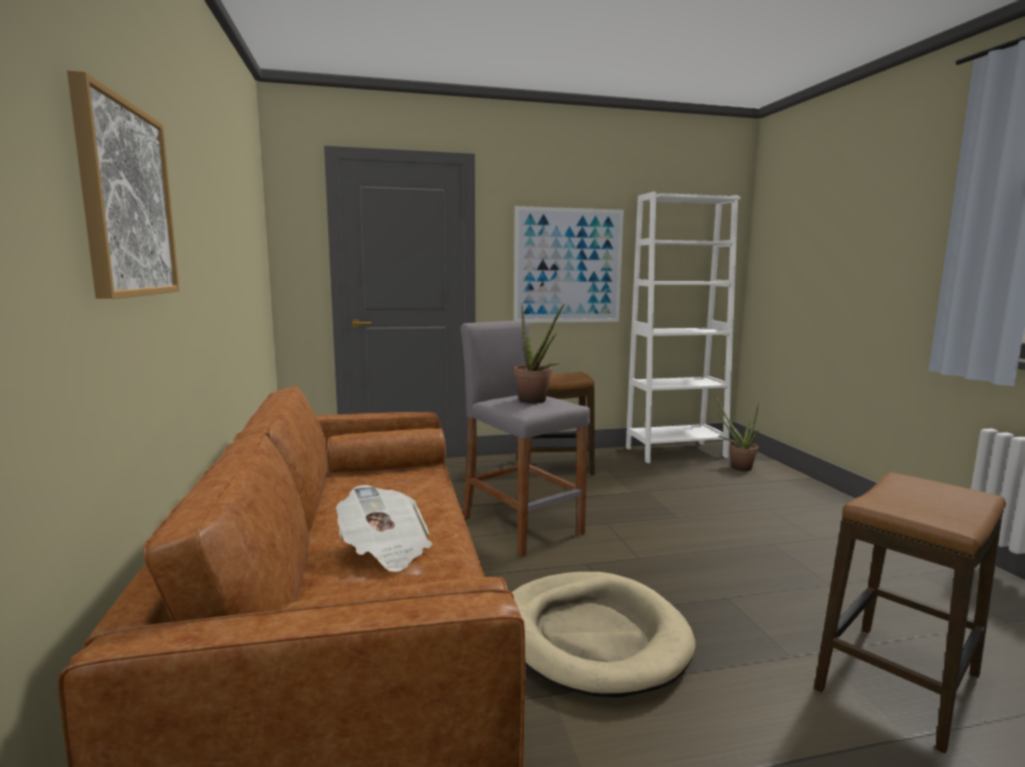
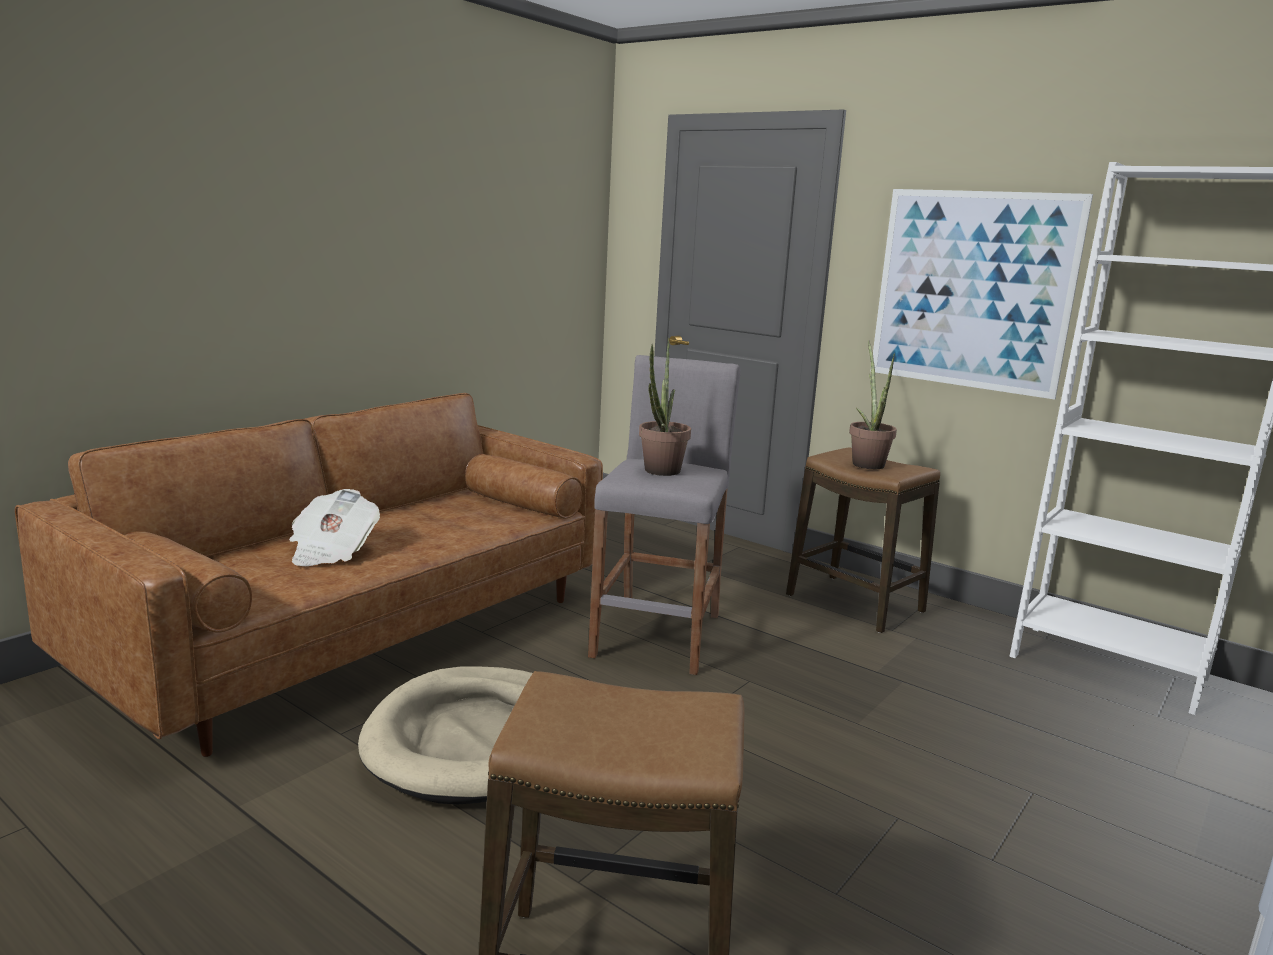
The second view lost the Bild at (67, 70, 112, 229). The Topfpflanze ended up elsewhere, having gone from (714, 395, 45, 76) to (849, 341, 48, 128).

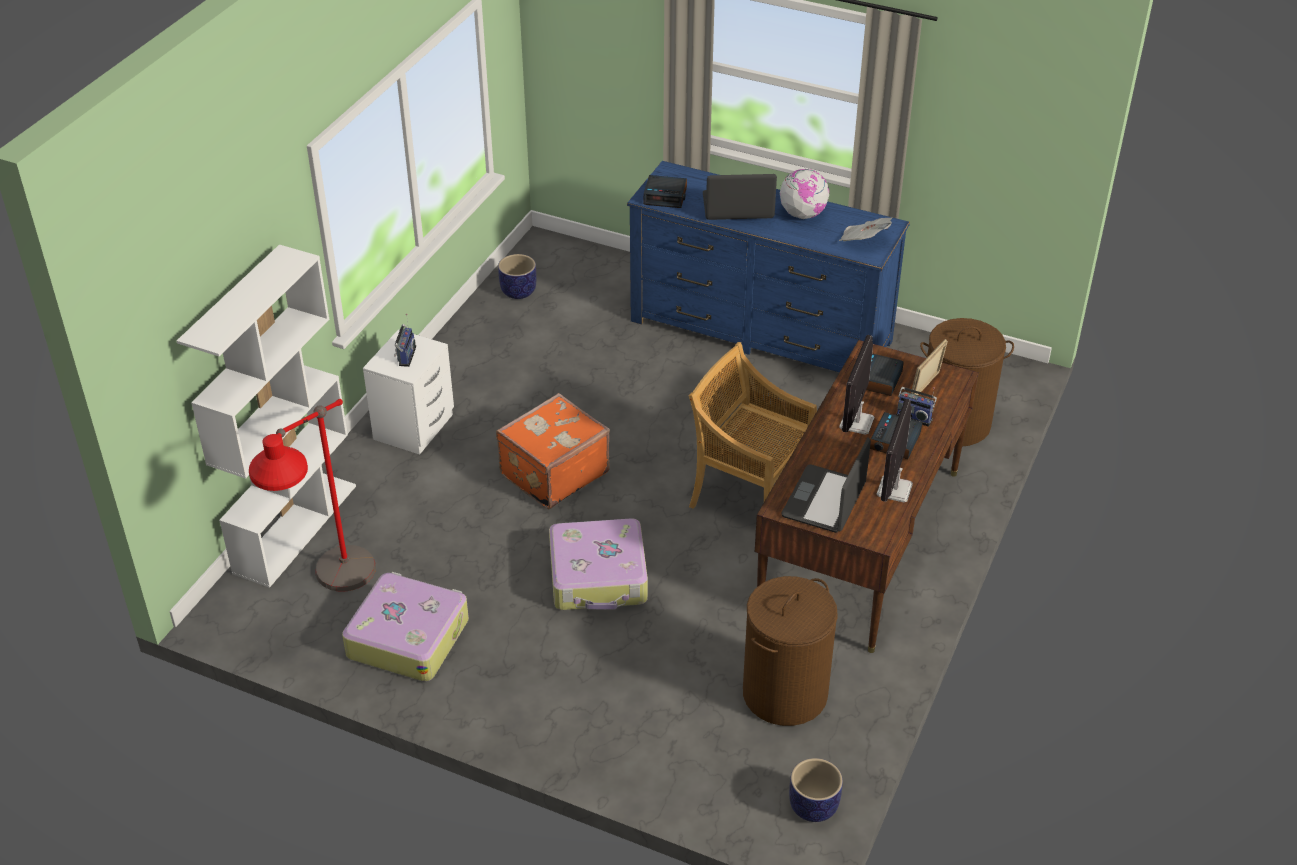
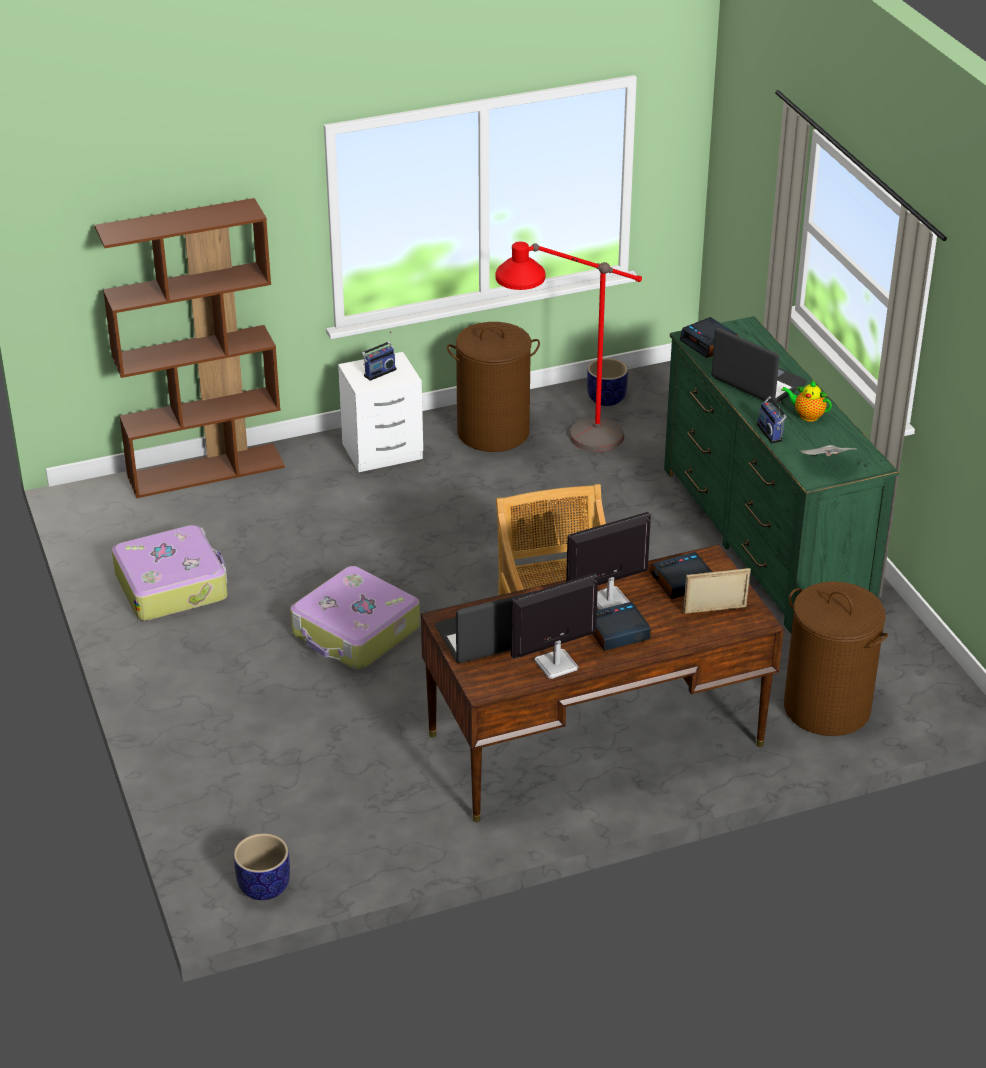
What was the Kommode (blau) at (627, 161, 283, 211) turned into the Kommode (grün) at (664, 316, 235, 317). Where the Globus stood at (780, 169, 49, 50), the Teekanne came to stand at (781, 380, 51, 42). What was the Bücherregal (weiß) at (177, 245, 179, 343) turned into the Bücherregal (braun) at (95, 198, 190, 300). The Radio ended up elsewhere, having gone from (896, 387, 41, 40) to (757, 396, 30, 47). The second view lost the Koffer (orange) at (496, 393, 114, 116). The Stehlampe (rot) ended up elsewhere, having gone from (249, 399, 127, 193) to (495, 241, 147, 211). The Wäschekorb (braun) ended up elsewhere, having gone from (743, 576, 95, 150) to (447, 322, 93, 130).

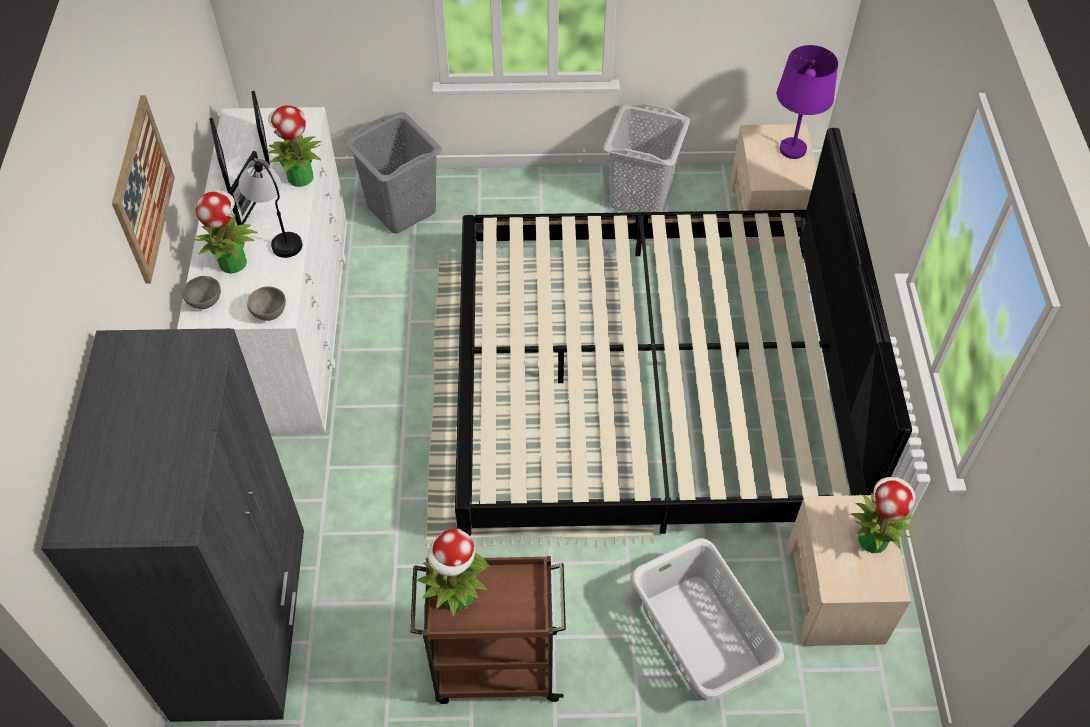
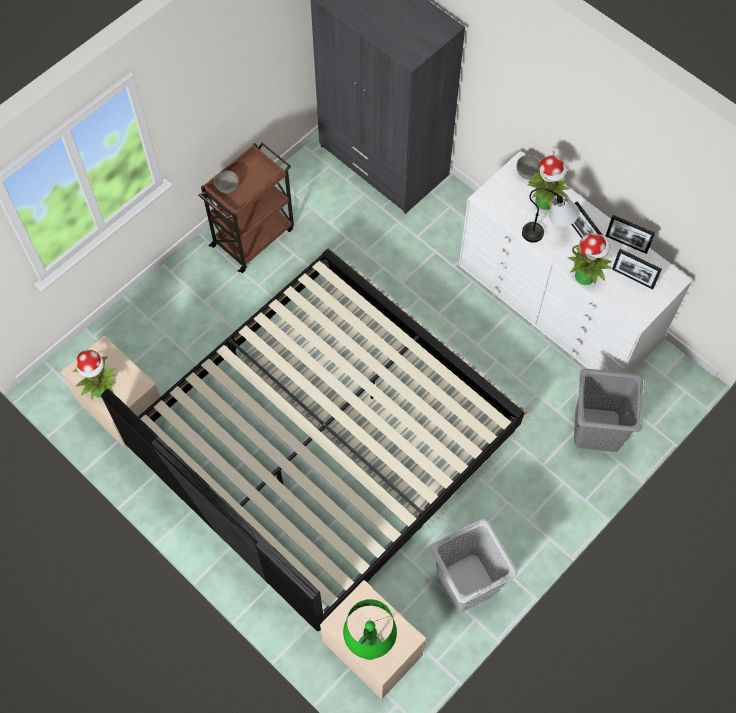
What was the Tischlampe (lila) at (777, 45, 61, 114) turned into the Tischlampe (grün) at (343, 599, 54, 61). The second view lost the Bild at (112, 95, 63, 189). The Schüssel (grau) ended up elsewhere, having gone from (247, 286, 39, 35) to (214, 171, 25, 23). The second view lost the Topfpflanze at (417, 529, 73, 87). The second view lost the Wäschekorb (grau) at (631, 538, 153, 163).

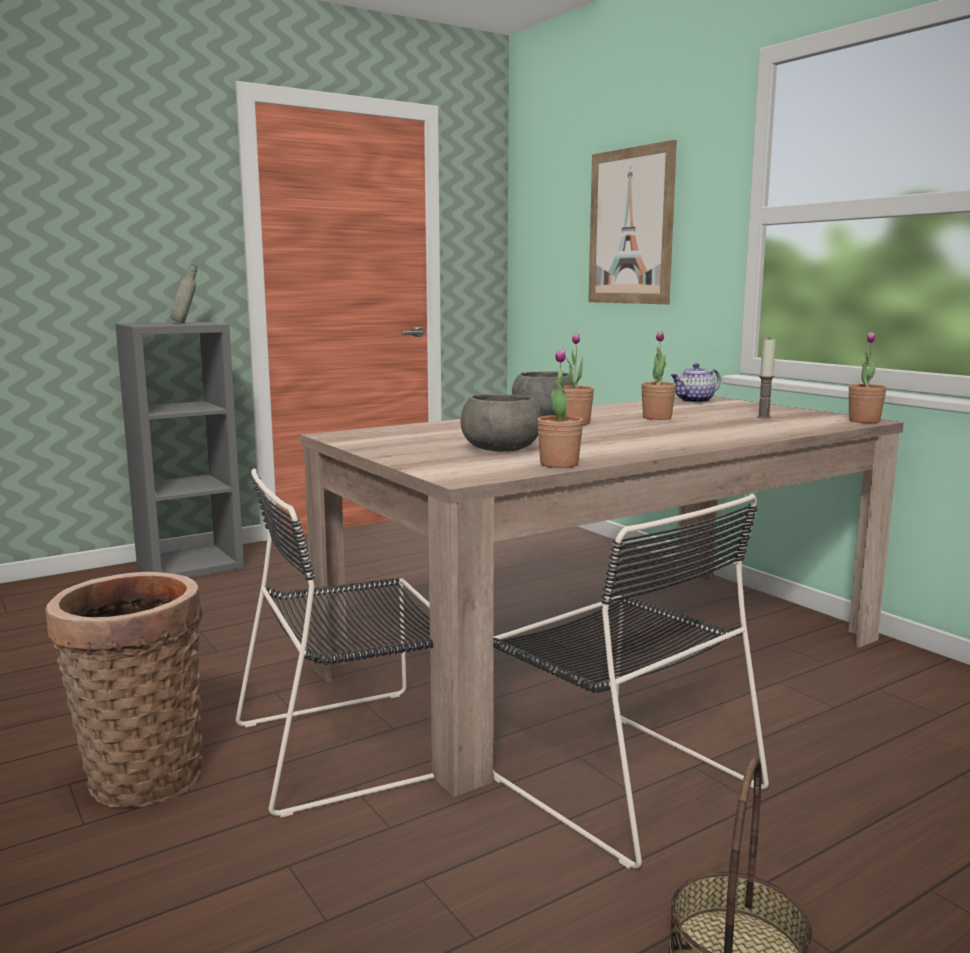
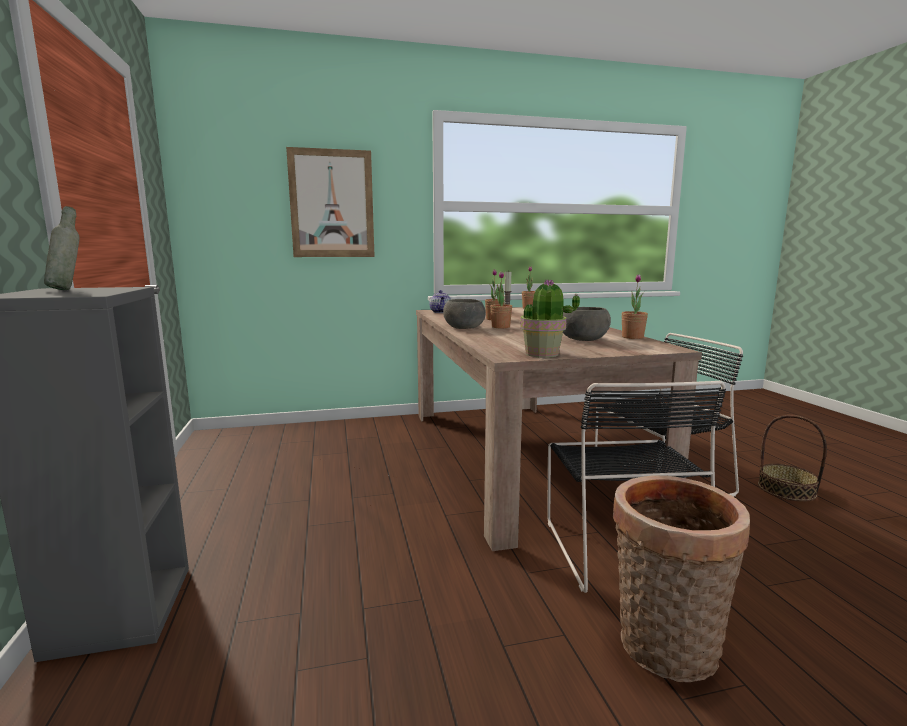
The second view gained the Topfpflanze at (520, 279, 60, 79).

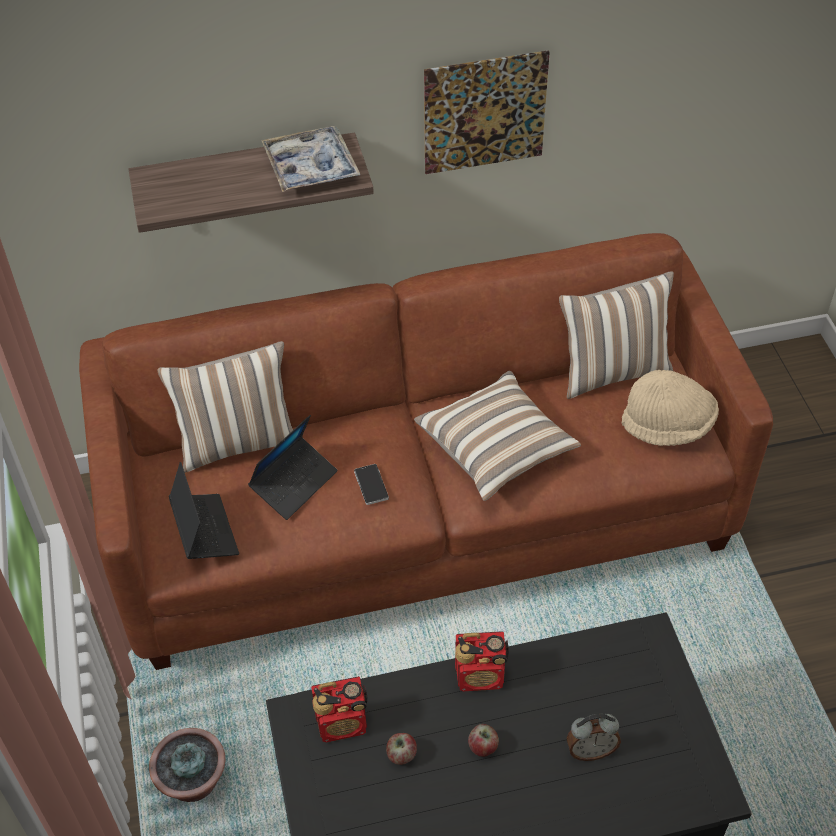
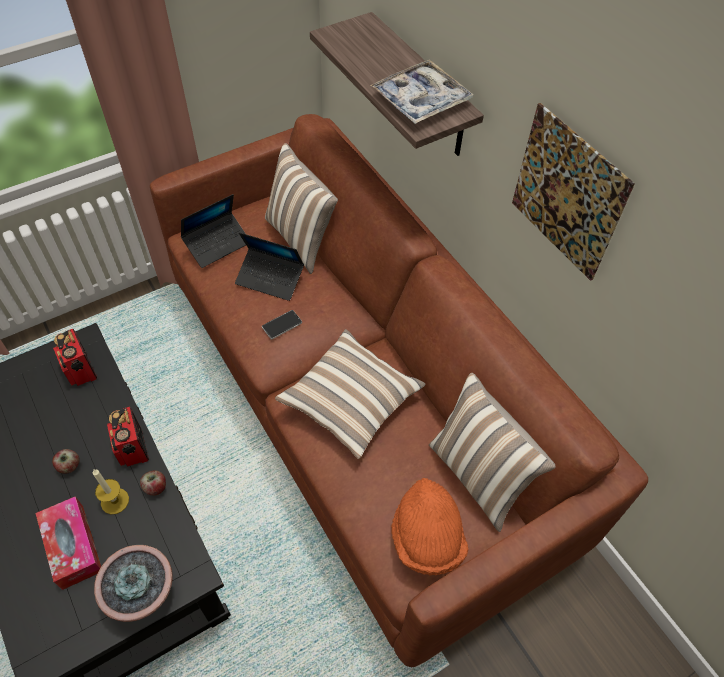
What was the Hut (beige) at (622, 370, 97, 76) turned into the Hut (orange) at (391, 478, 77, 98). Where the Wecker stood at (566, 714, 55, 47), the Taschentuchbox came to stand at (36, 496, 65, 94). The Topfpflanze ended up elsewhere, having gone from (149, 728, 76, 74) to (94, 545, 79, 77). The Apfel ended up elsewhere, having gone from (386, 733, 31, 32) to (140, 470, 26, 26). The second view gained the Kerze at (93, 469, 36, 45).

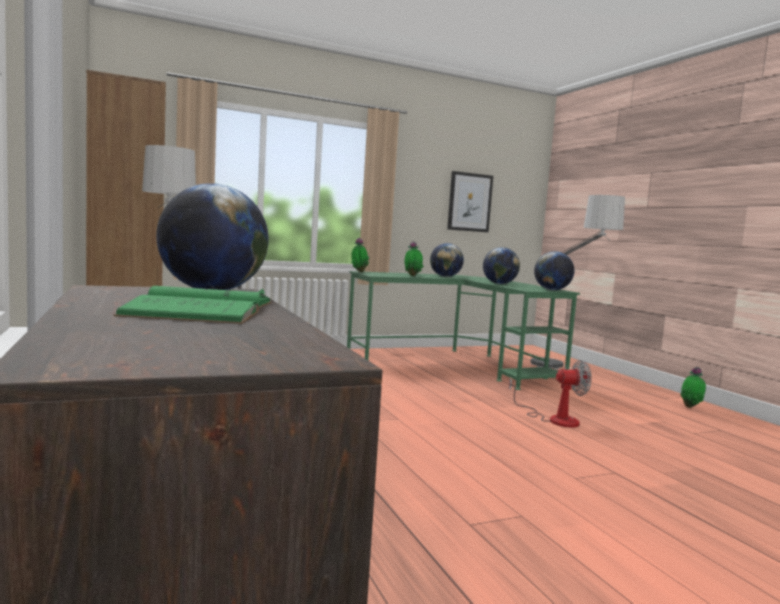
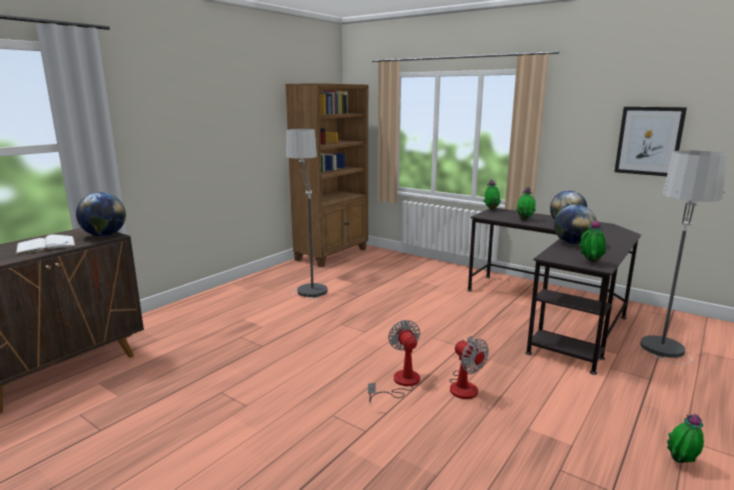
Where the Globus stood at (534, 251, 41, 39), the Topfpflanze came to stand at (579, 220, 27, 43). What was the Schreibtisch (grün) at (347, 271, 233, 119) turned into the Schreibtisch (schwarz) at (467, 208, 174, 167). What was the Buch (grün) at (113, 286, 159, 38) turned into the Buch (weiß) at (15, 235, 61, 20). The second view gained the Ventilator at (368, 320, 52, 83).

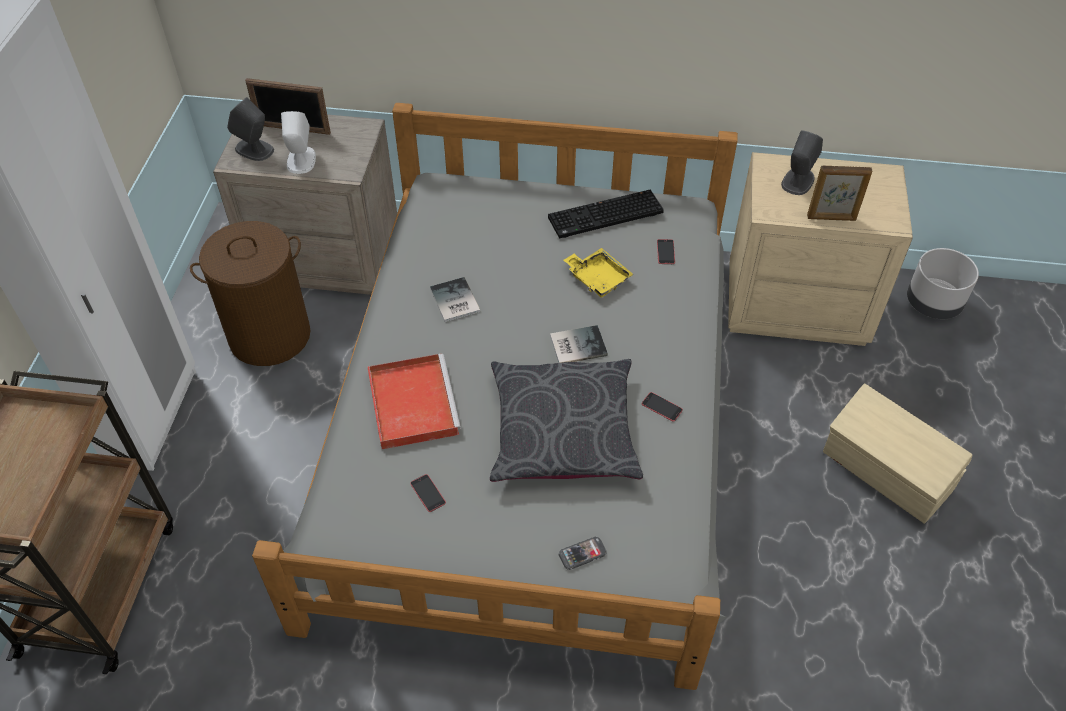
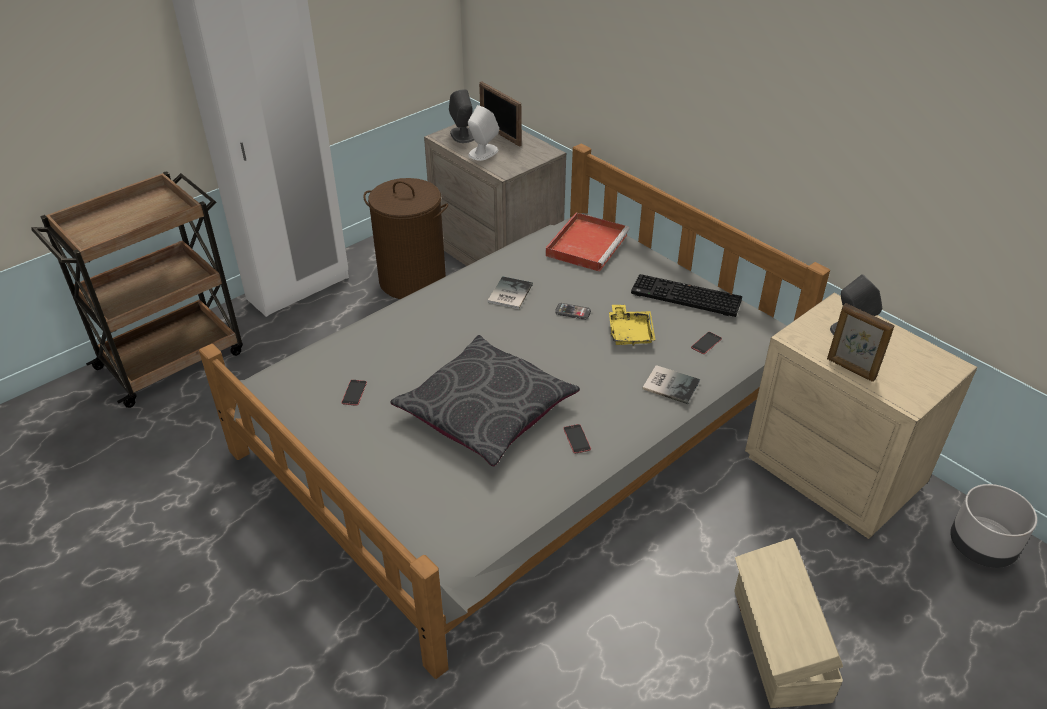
The Buch ended up elsewhere, having gone from (550, 325, 58, 38) to (642, 365, 58, 39). The Tablett (rot) ended up elsewhere, having gone from (368, 354, 93, 95) to (546, 213, 84, 59). The Handy ended up elsewhere, having gone from (559, 537, 48, 33) to (555, 303, 36, 17).

